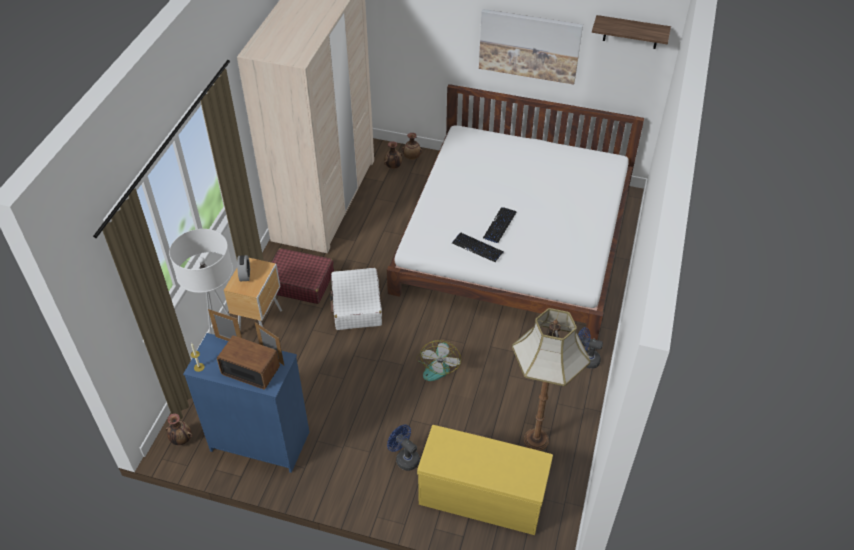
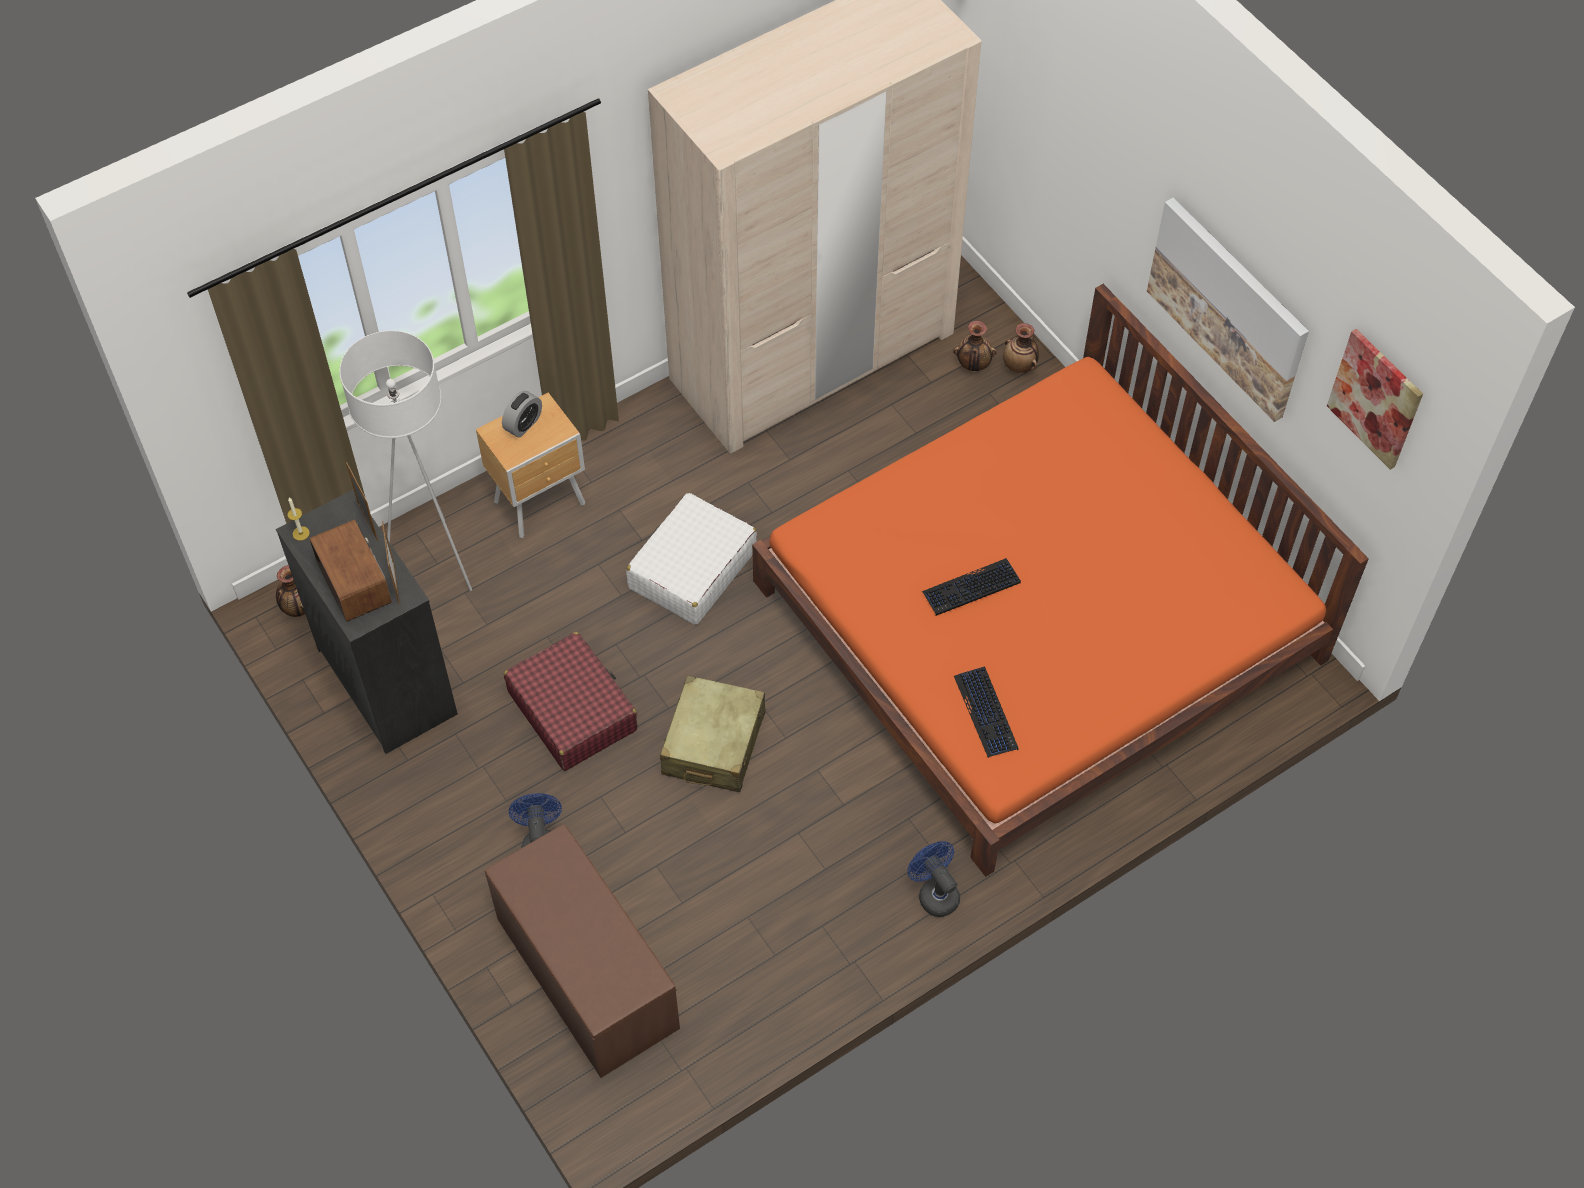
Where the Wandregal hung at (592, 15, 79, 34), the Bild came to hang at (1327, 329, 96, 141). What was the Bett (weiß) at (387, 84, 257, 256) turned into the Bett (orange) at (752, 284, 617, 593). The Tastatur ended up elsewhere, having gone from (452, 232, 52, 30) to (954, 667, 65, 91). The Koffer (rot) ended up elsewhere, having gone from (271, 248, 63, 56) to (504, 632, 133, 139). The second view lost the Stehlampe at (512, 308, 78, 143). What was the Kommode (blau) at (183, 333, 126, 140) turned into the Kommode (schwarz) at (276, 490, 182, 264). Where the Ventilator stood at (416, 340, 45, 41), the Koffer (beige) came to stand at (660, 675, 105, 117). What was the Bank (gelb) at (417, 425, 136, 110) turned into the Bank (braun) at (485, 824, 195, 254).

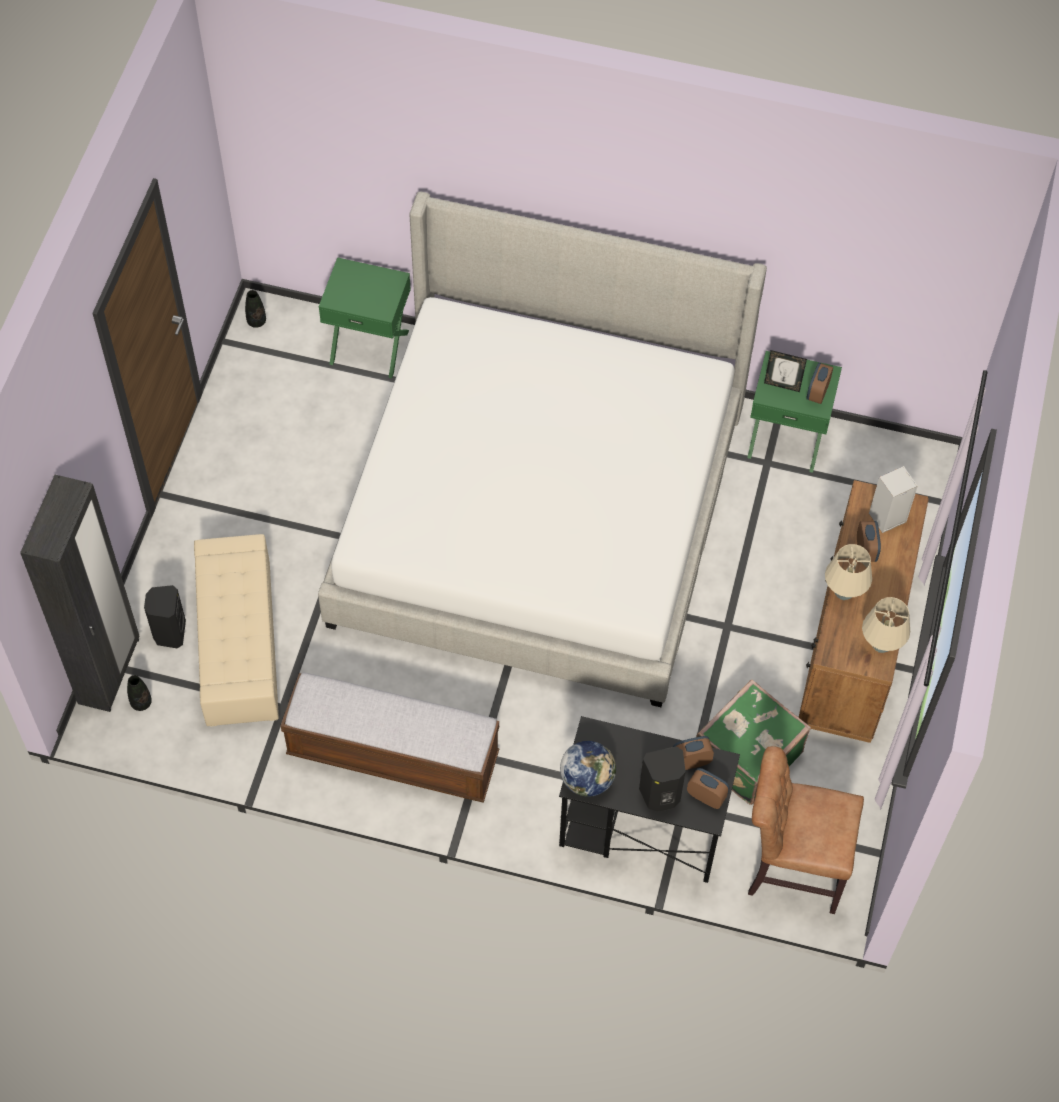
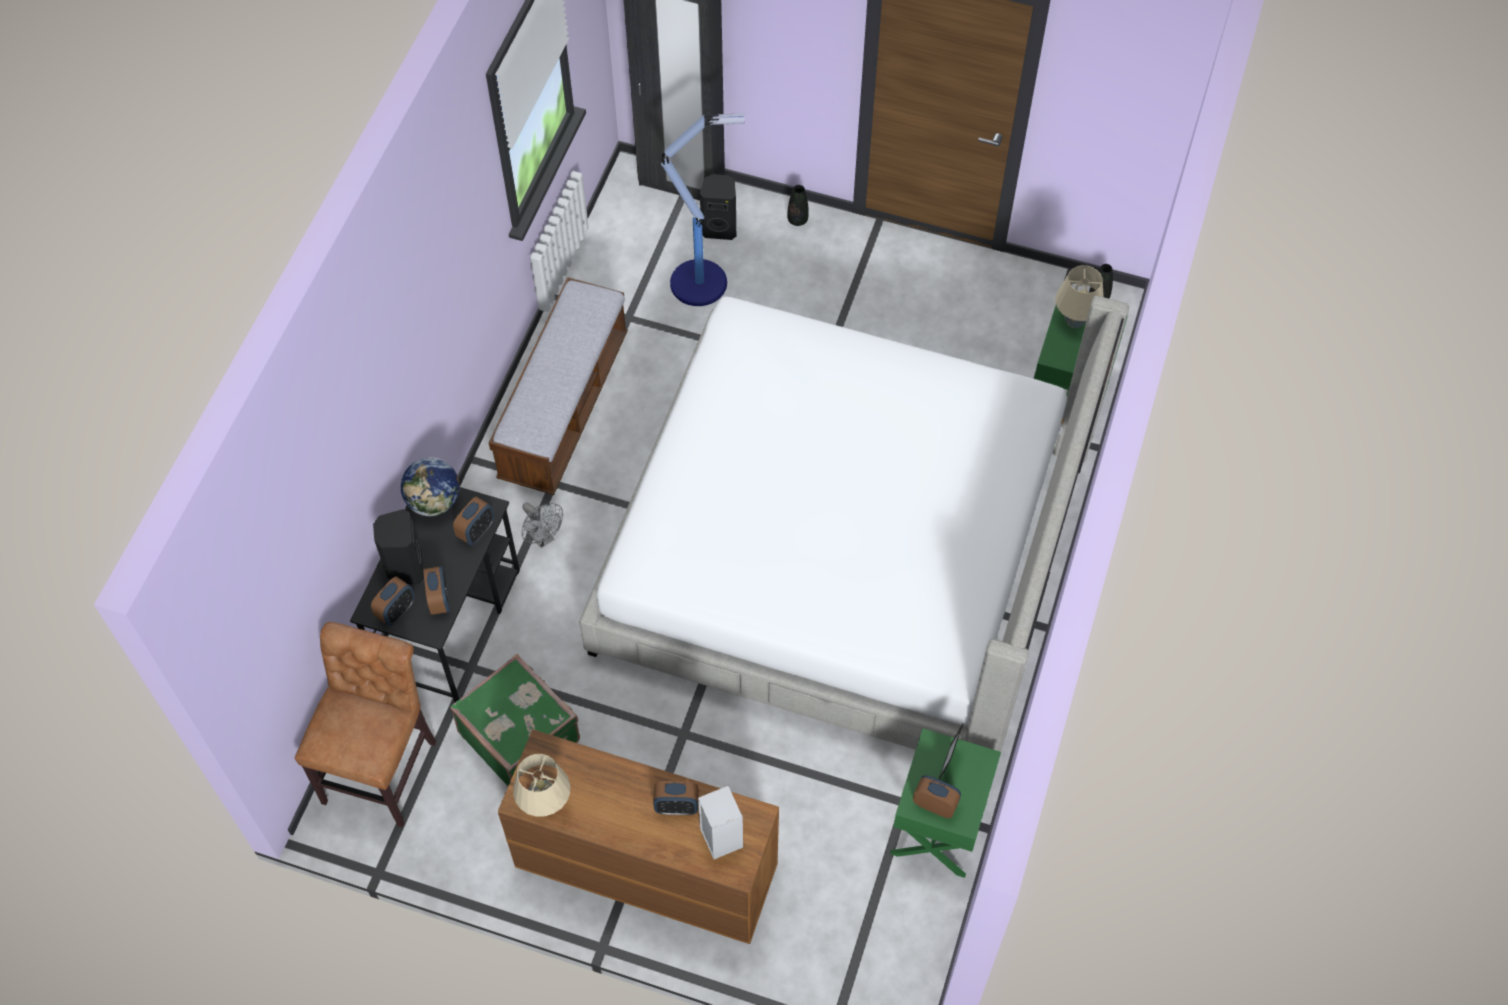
Where the Polsterhocker (beige) stood at (194, 534, 85, 193), the Stehlampe came to stand at (661, 113, 84, 193). The Tischlampe (beige) ended up elsewhere, having gone from (825, 544, 47, 56) to (1056, 265, 48, 63). The Vase (schwarz) ended up elsewhere, having gone from (127, 675, 25, 36) to (787, 185, 22, 41). The second view gained the Wecker at (453, 497, 41, 48). The second view gained the Ventilator (grau) at (521, 502, 42, 46).

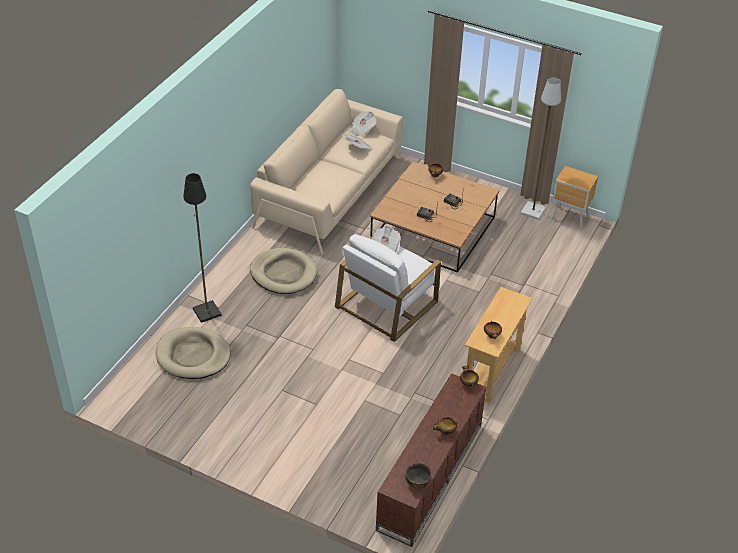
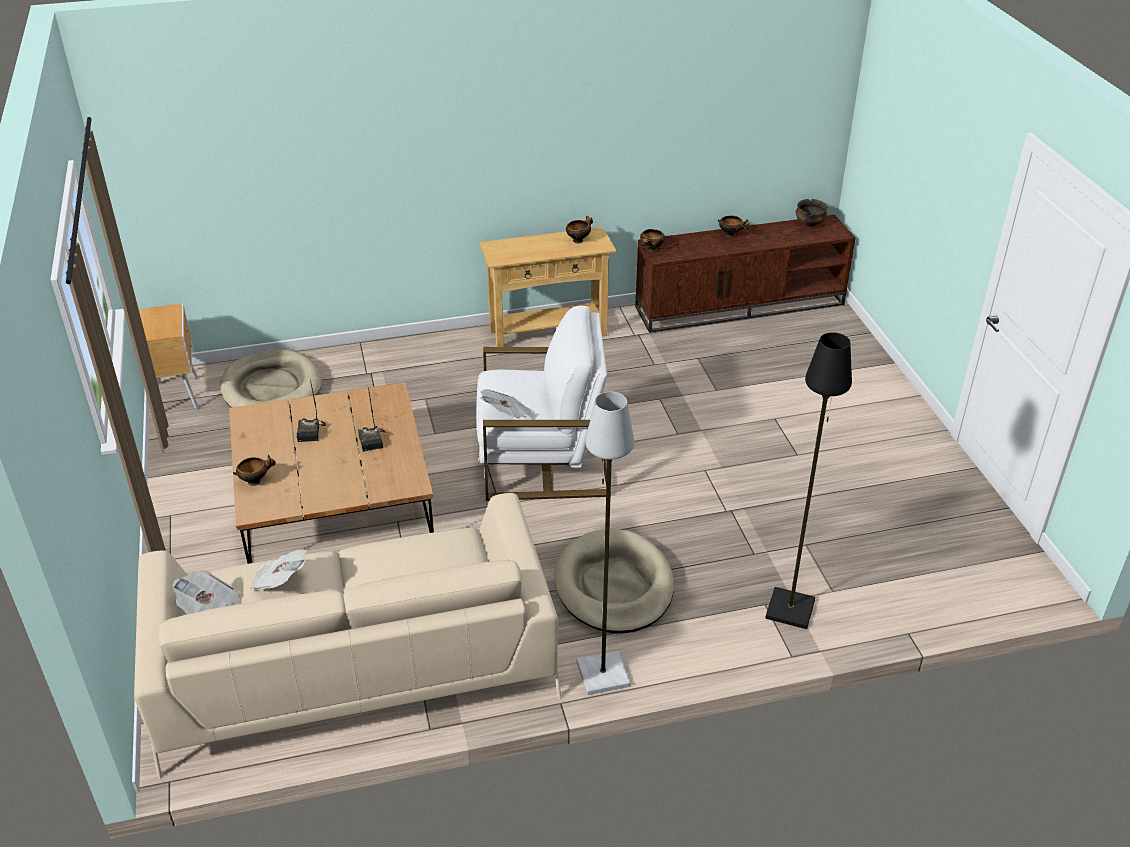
The Stehlampe (grau) ended up elsewhere, having gone from (521, 78, 40, 142) to (576, 392, 58, 303). The Hundebett (beige) ended up elsewhere, having gone from (156, 327, 75, 52) to (221, 350, 101, 62).

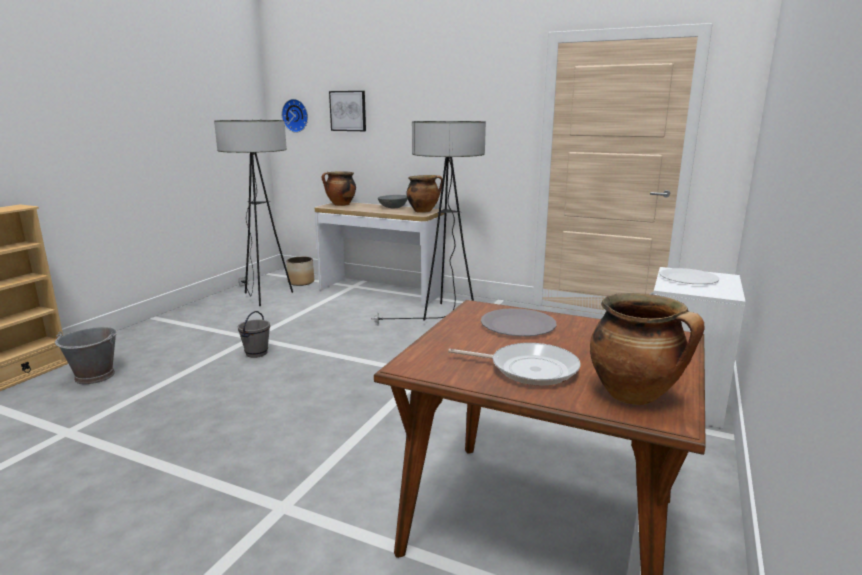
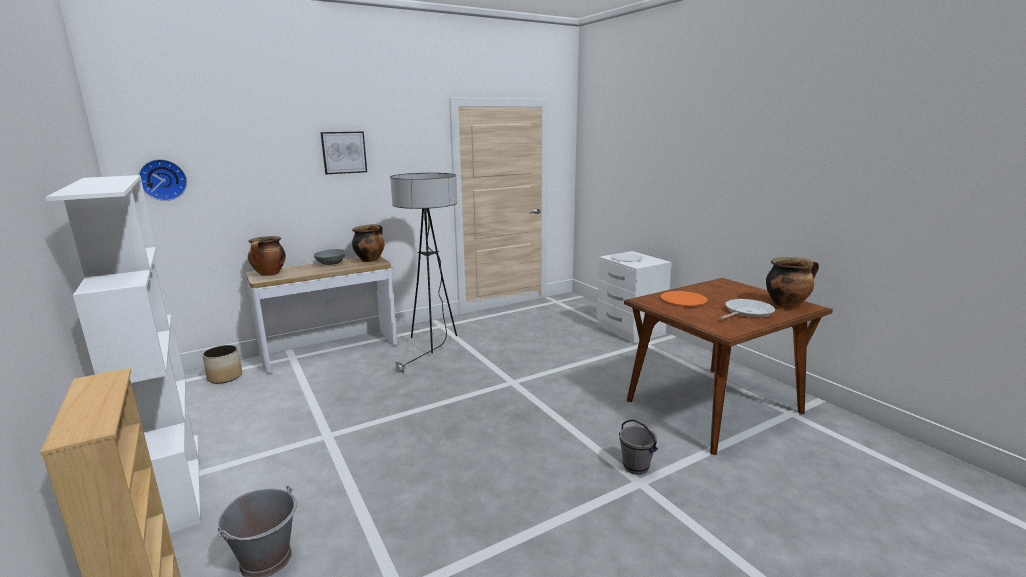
The Bild ended up elsewhere, having gone from (329, 91, 37, 40) to (320, 131, 47, 43). The second view lost the Stehlampe at (214, 120, 79, 186). What was the Teller (grau) at (481, 308, 75, 29) turned into the Teller (orange) at (660, 291, 48, 15). The Eimer (grau) ended up elsewhere, having gone from (238, 311, 32, 47) to (619, 419, 39, 56). The second view gained the Bücherregal (weiß) at (46, 175, 155, 359).

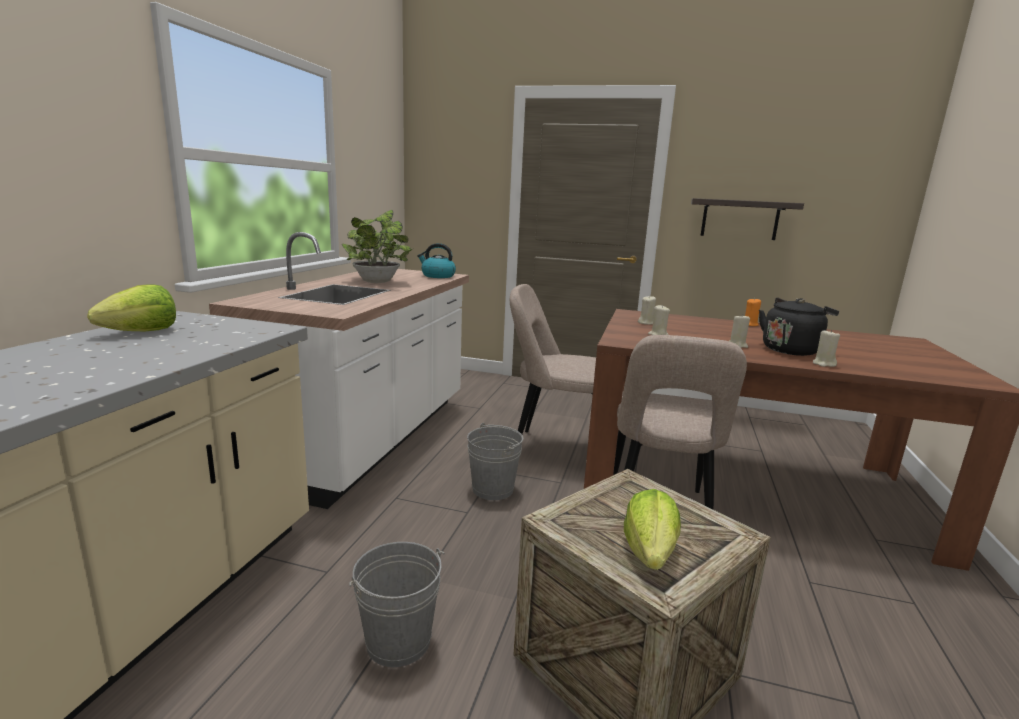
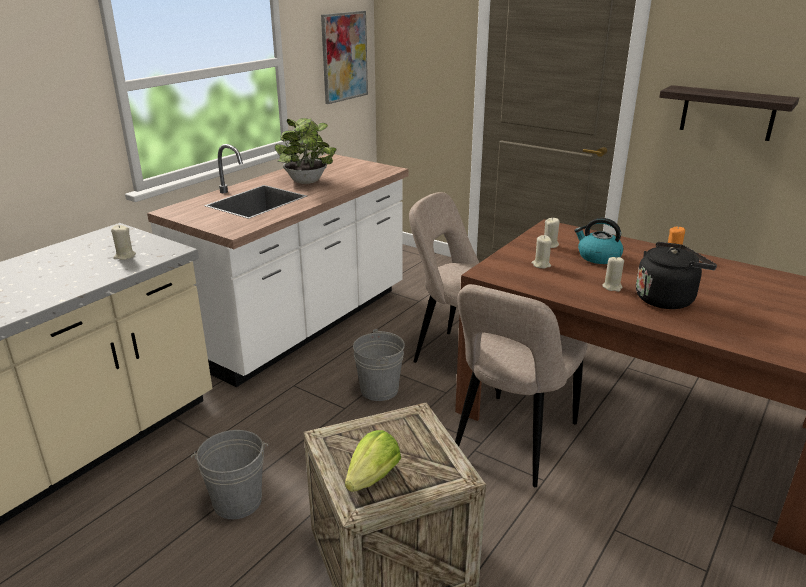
The Wasserkessel ended up elsewhere, having gone from (417, 243, 39, 35) to (574, 218, 49, 46). The second view lost the Salatkopf at (87, 284, 89, 47). The Kerze (beige) ended up elsewhere, having gone from (813, 329, 27, 38) to (111, 225, 25, 35). The second view gained the Bild at (321, 11, 47, 93).

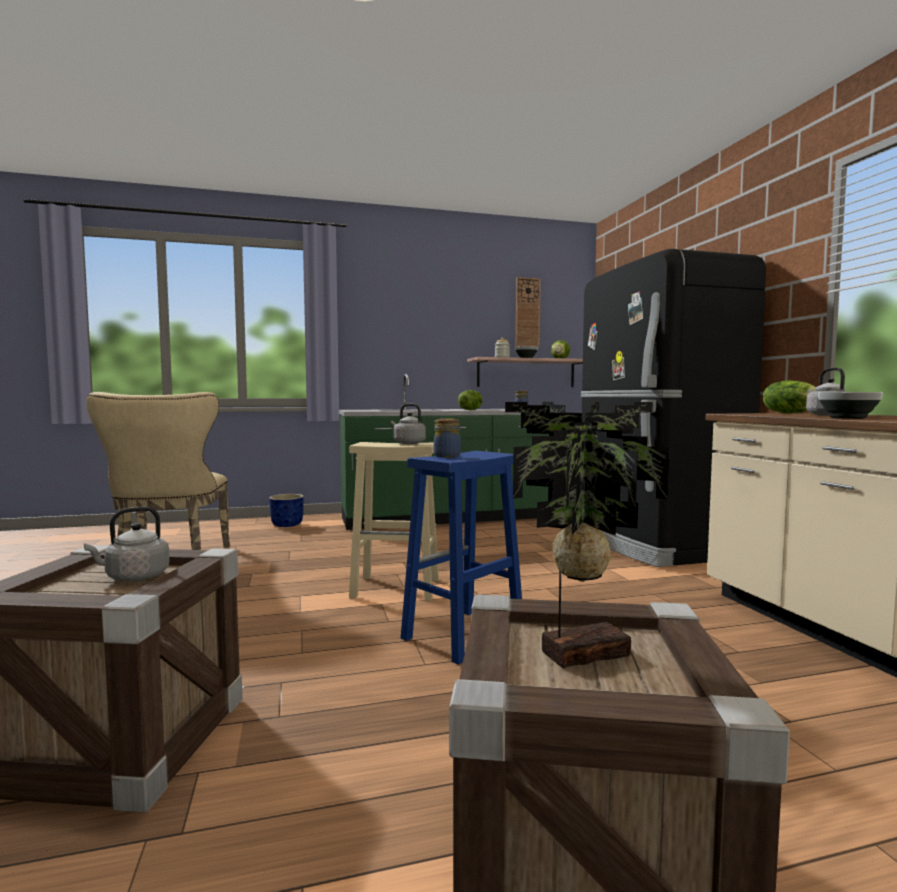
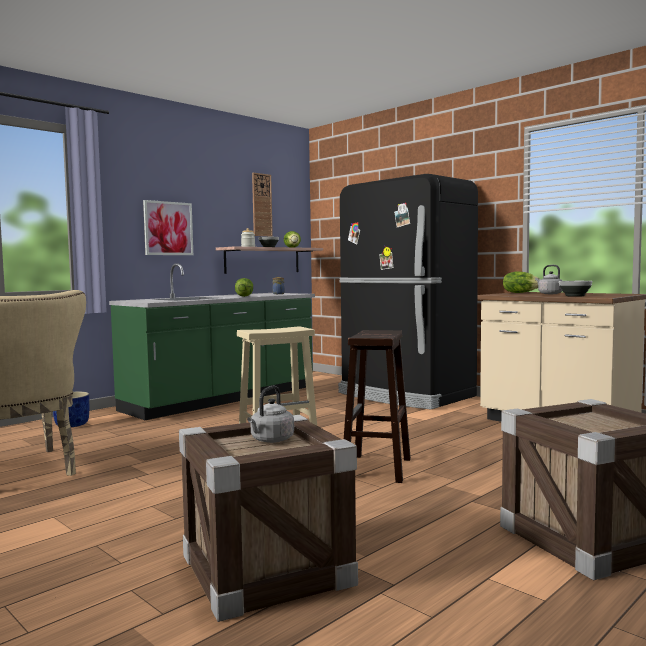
The second view lost the Topfpflanze at (505, 402, 165, 267). The second view lost the Wasserkessel (grau) at (391, 404, 35, 40). The second view lost the Vorratsglas at (434, 418, 27, 39). What was the Hocker (blau) at (401, 451, 121, 214) turned into the Hocker (braun) at (344, 330, 67, 153). The second view gained the Bild at (143, 200, 50, 55).

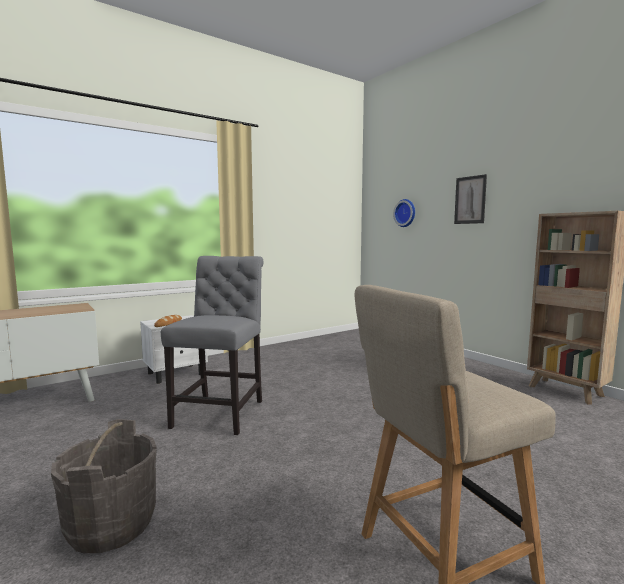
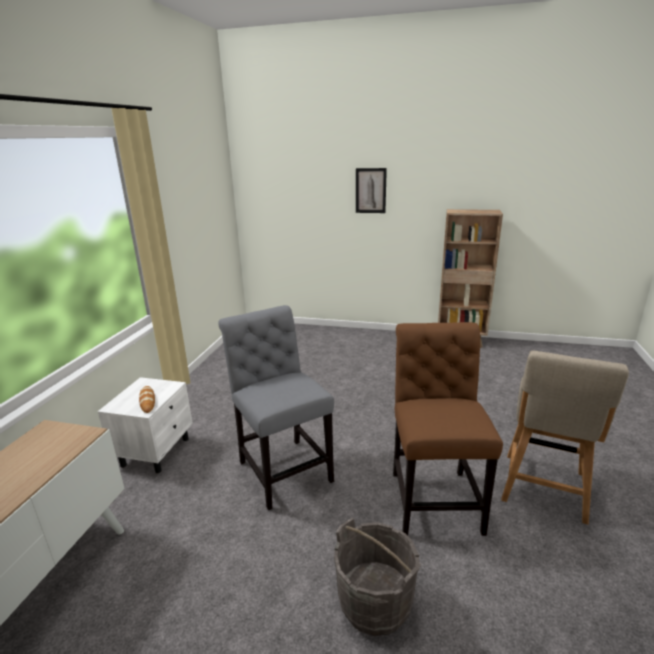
The second view lost the Wanduhr at (393, 199, 22, 28). The second view gained the Stuhl (braun) at (393, 322, 110, 214).

